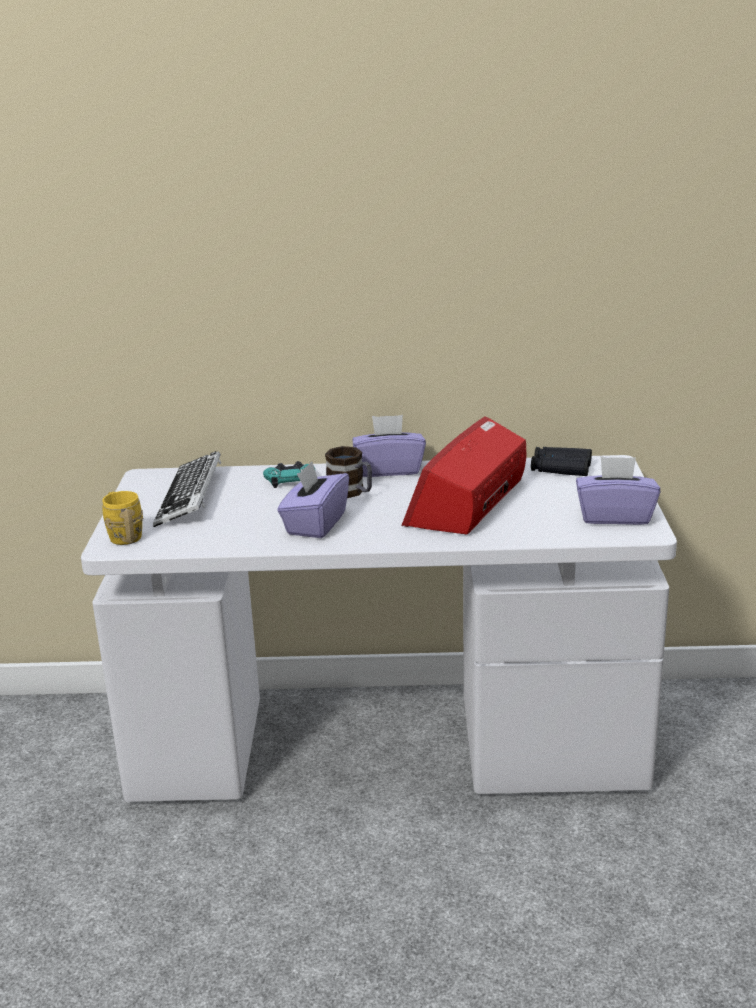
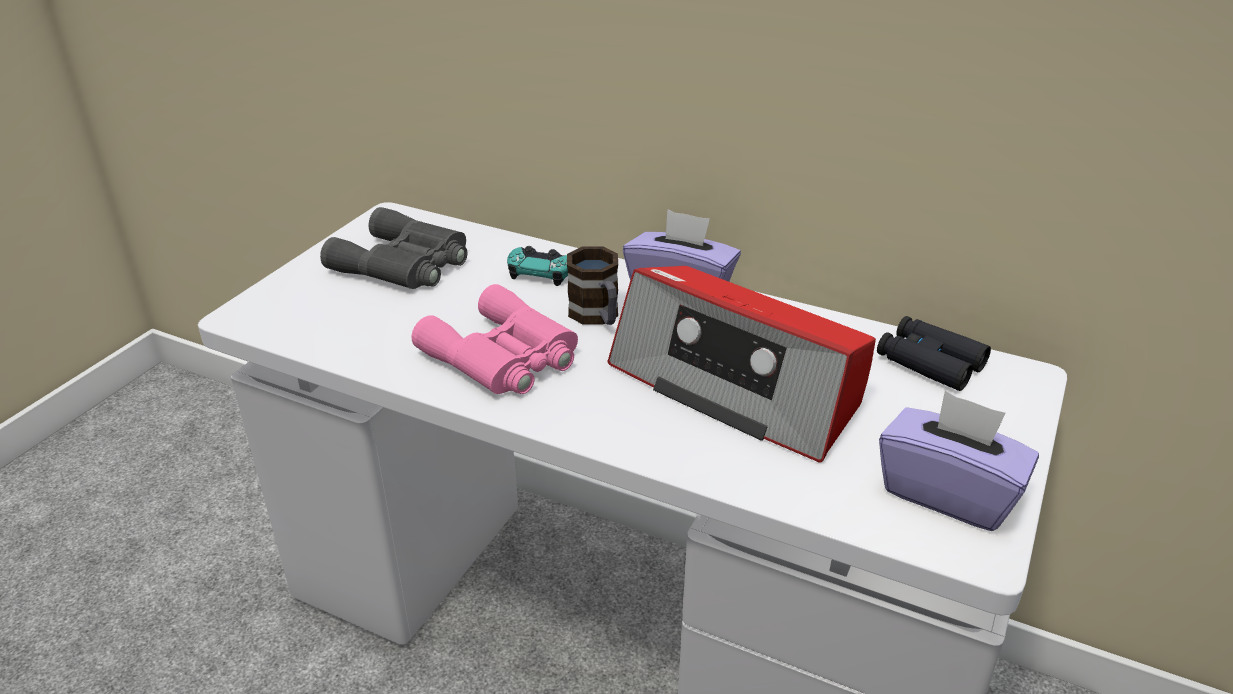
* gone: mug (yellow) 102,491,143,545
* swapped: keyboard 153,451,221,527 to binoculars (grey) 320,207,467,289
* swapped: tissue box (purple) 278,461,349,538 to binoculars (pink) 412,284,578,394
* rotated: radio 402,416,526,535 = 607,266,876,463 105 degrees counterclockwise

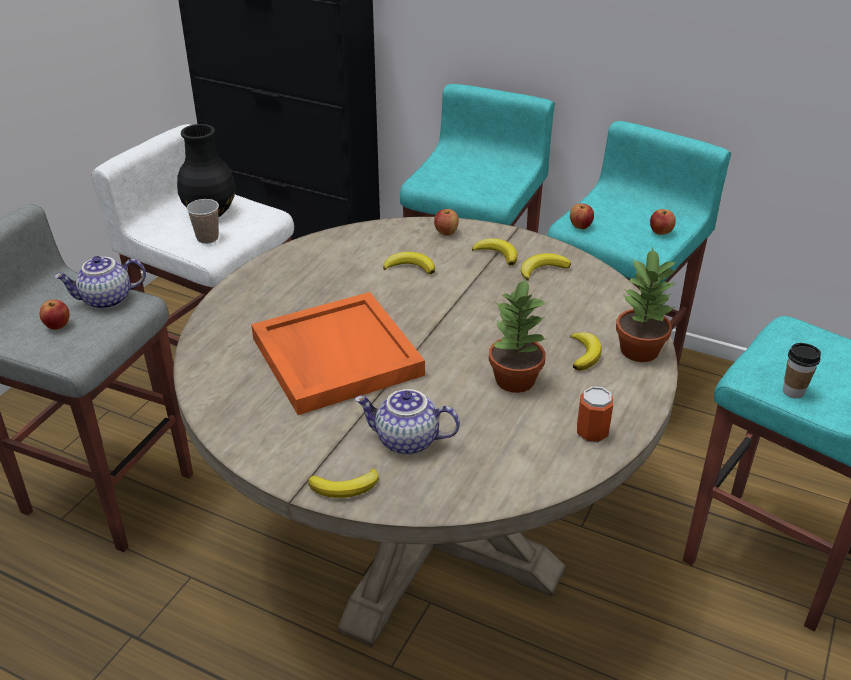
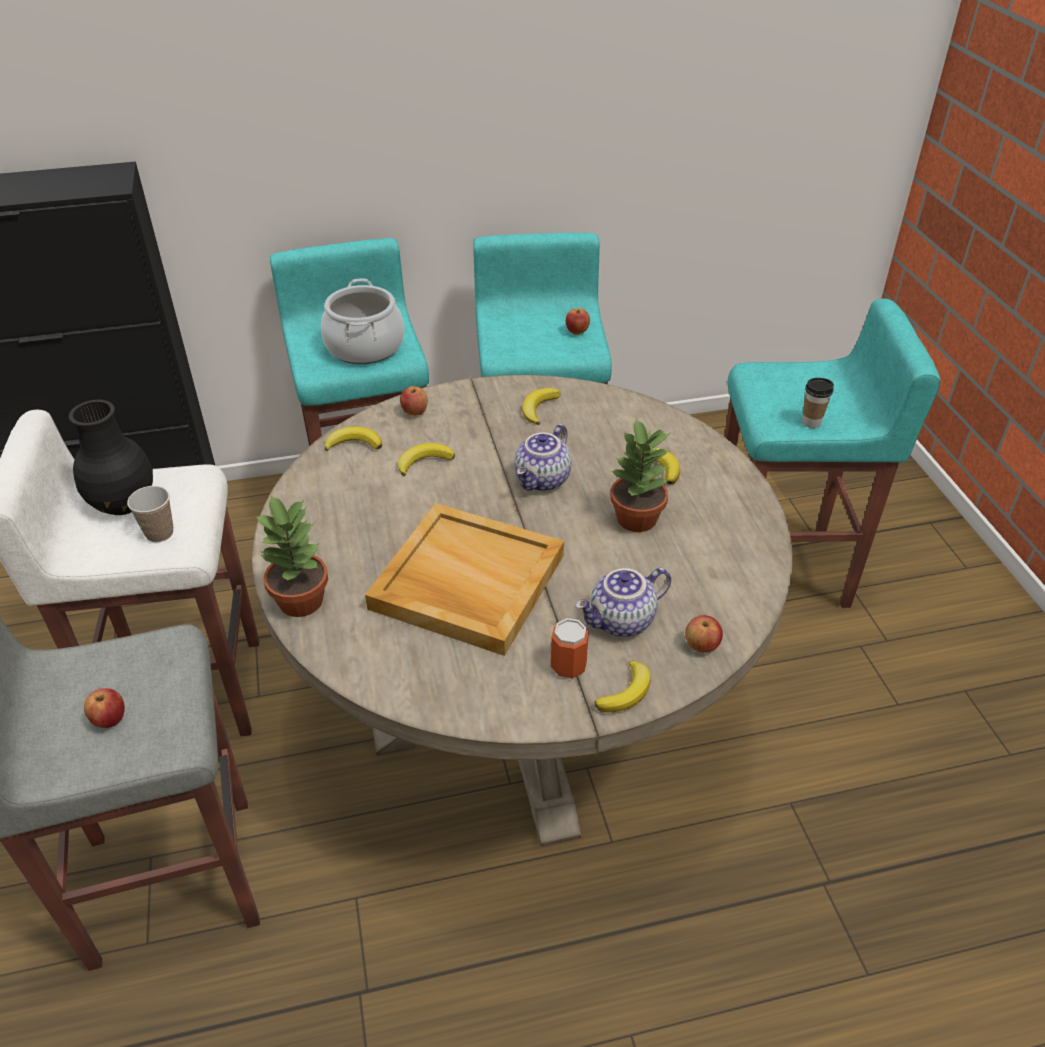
* new: cooking pot 321,278,404,364
* shifted: teapot 54,256,146,309 to 514,424,571,491
* shifted: banana 472,238,517,265 to 325,427,382,451
* shifted: apple 570,203,594,229 to 685,615,723,653
* shifted: can 577,386,613,443 to 551,618,589,679
* shifted: potted plant 616,247,677,362 to 254,494,328,617
* repainted: tray (orange) 251,292,425,415 to tray (beige) 365,503,564,656

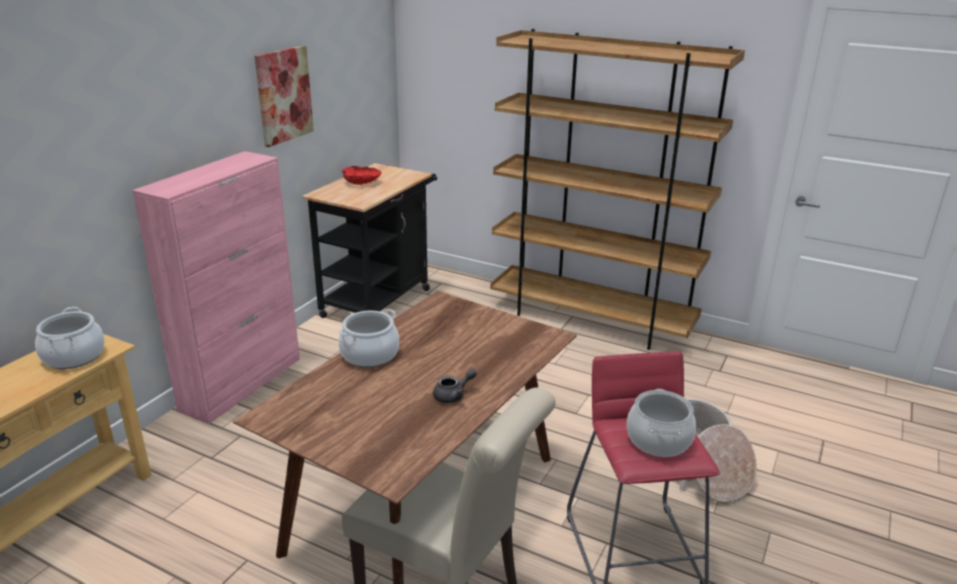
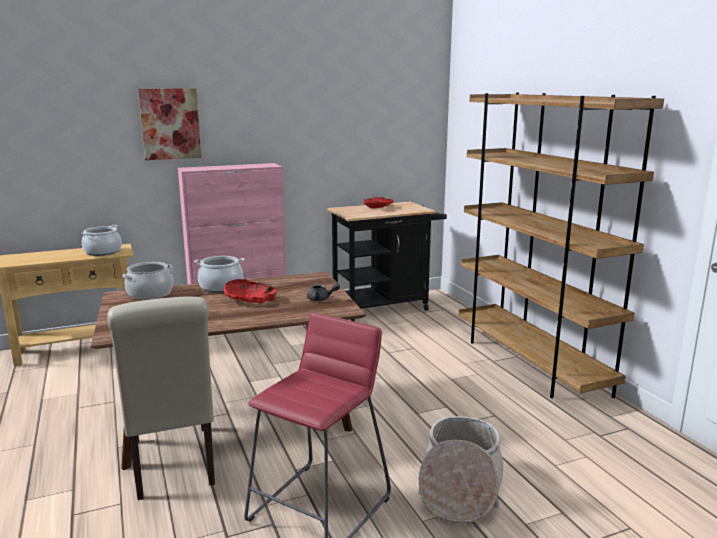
* new: bowl (red) 223,279,277,303
* shifted: picture 254,46,314,147 to 138,88,201,160
* shifted: teapot (grey) 433,368,477,403 to 307,283,340,301
* shifted: cooking pot 627,389,696,457 to 122,262,173,300

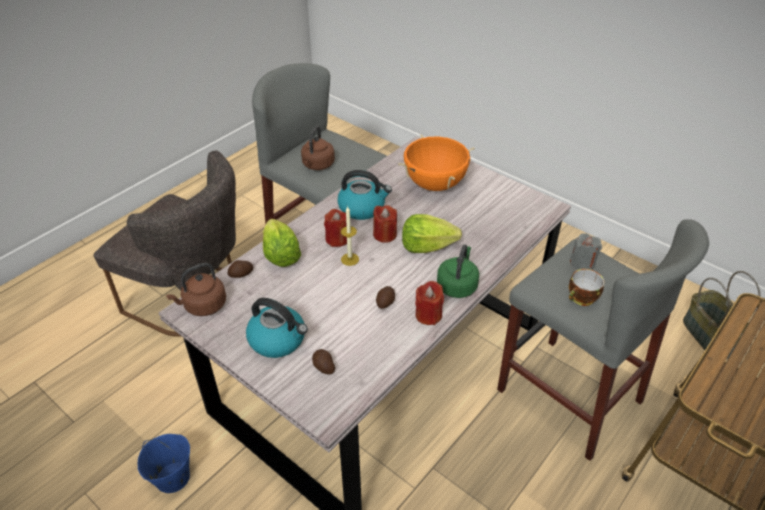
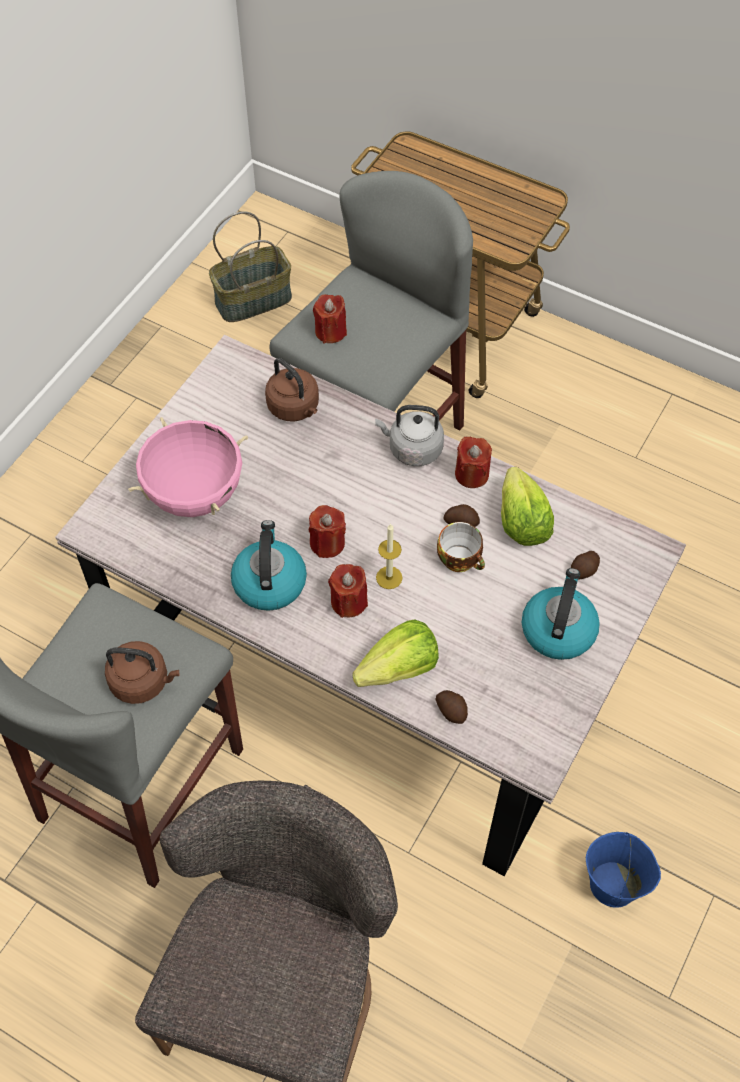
* shifted: kettle (brown) 166,263,226,316 to 265,358,319,422
* shifted: lettuce 402,214,462,253 to 501,467,554,546
* shifted: cup 569,269,604,306 to 437,522,485,572
* repainted: cooking pot (orange) 398,134,475,191 to cooking pot (pink) 128,417,248,517
* repainted: kettle (green) 437,244,479,298 to kettle (grey) 375,405,444,466
* repainted: candle (grey) 570,233,602,270 to candle (red) 313,294,347,344

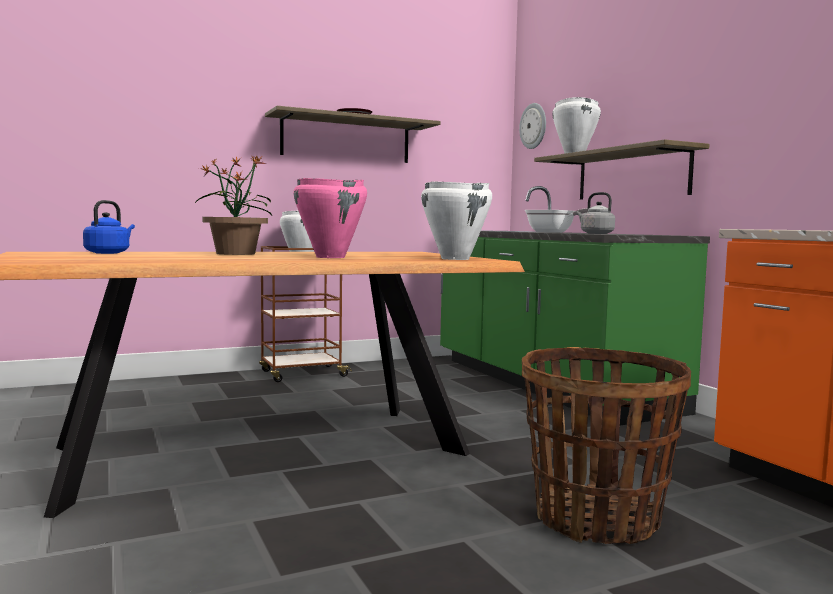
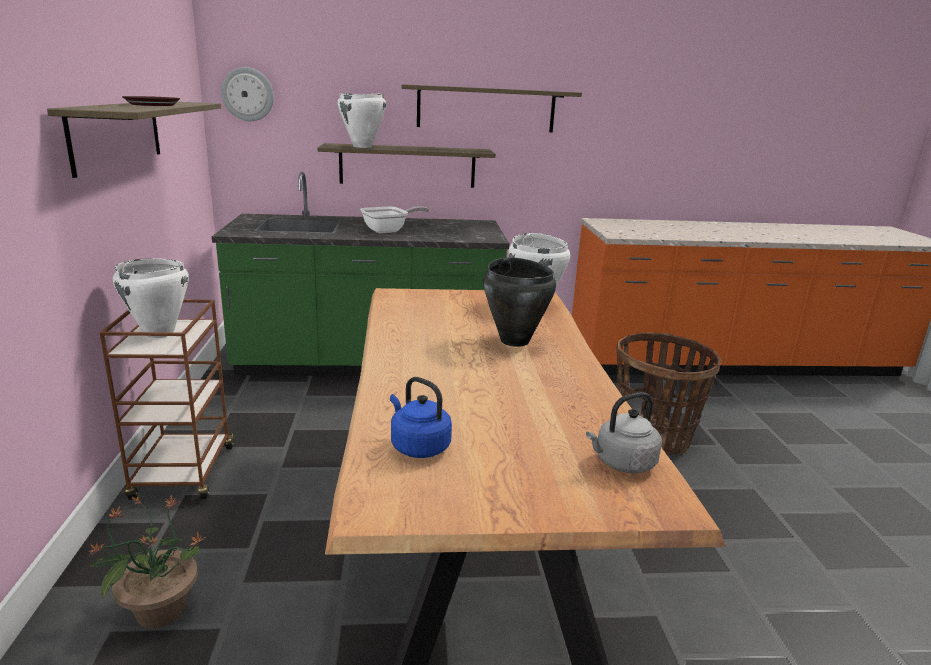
* new: shelf 402,84,582,132
* shifted: potted plant 194,155,272,255 to 87,494,208,628
* shifted: kettle (grey) 576,192,615,234 to 586,392,662,473
* repainted: cooking pot (pink) 294,178,367,258 to cooking pot (black) 483,257,556,347

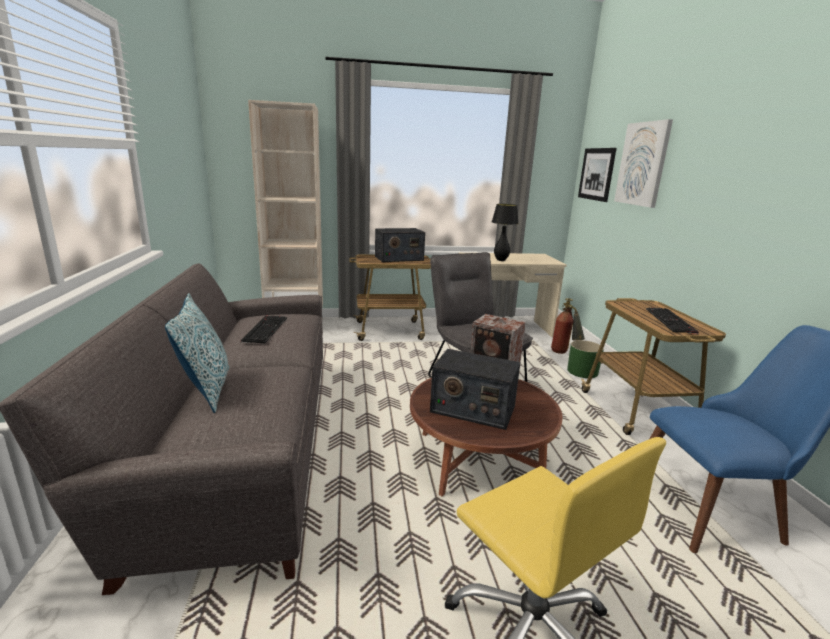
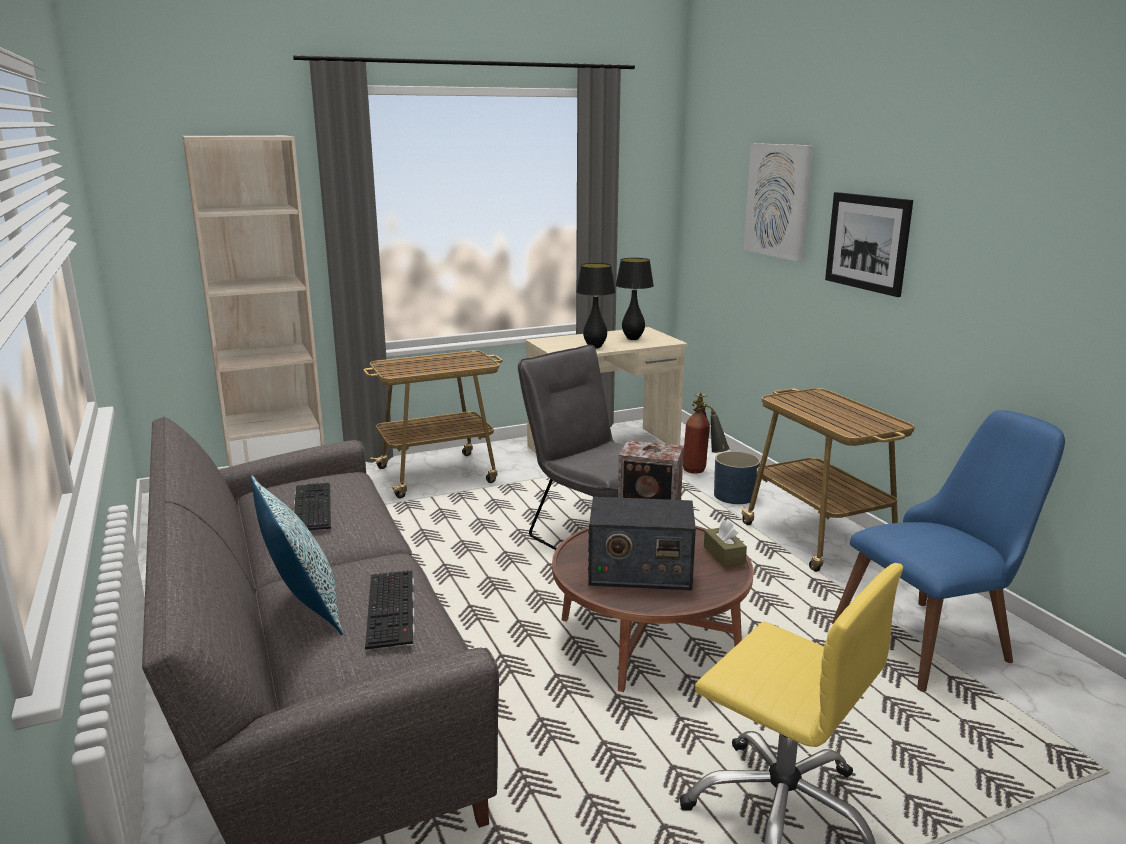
* gone: radio 375,228,425,262
* new: table lamp (black) 615,258,654,340
* new: tissue box (brown) 704,520,747,567
* shifted: picture 578,148,617,202 to 825,192,913,297
* shifted: keyboard 646,308,699,334 to 365,571,415,649
* repainted: planter (green) 567,340,604,378 to planter (blue) 714,451,760,504

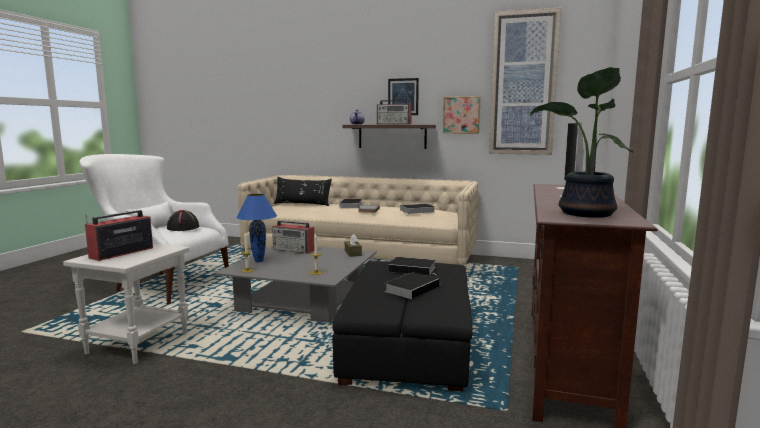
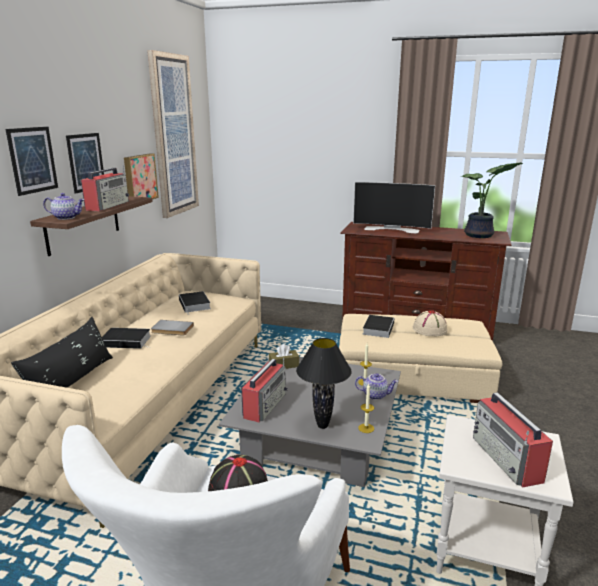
* new: picture 5,127,58,196
* new: teapot 355,373,398,400
* swapped: book 385,272,440,299 to hat (beige) 413,310,447,337
* repainted: table lamp (blue) 236,194,277,262 to table lamp (black) 296,338,352,429
* repainted: ottoman (black) 332,261,473,391 to ottoman (beige) 339,314,503,403
* rotated: radio 85,210,153,261 = 473,392,553,488 45 degrees clockwise

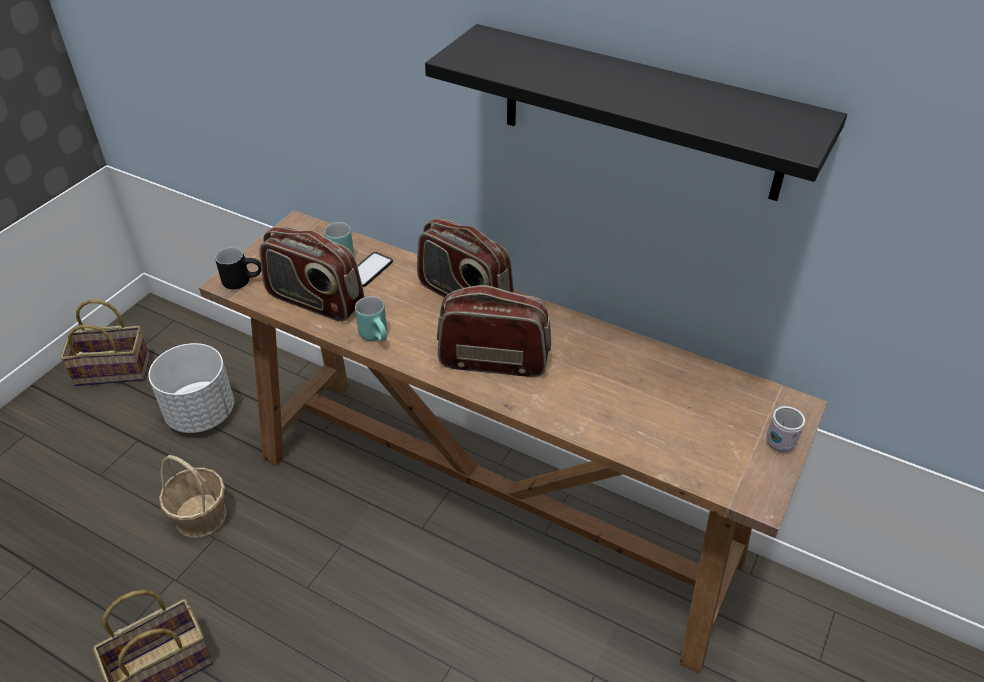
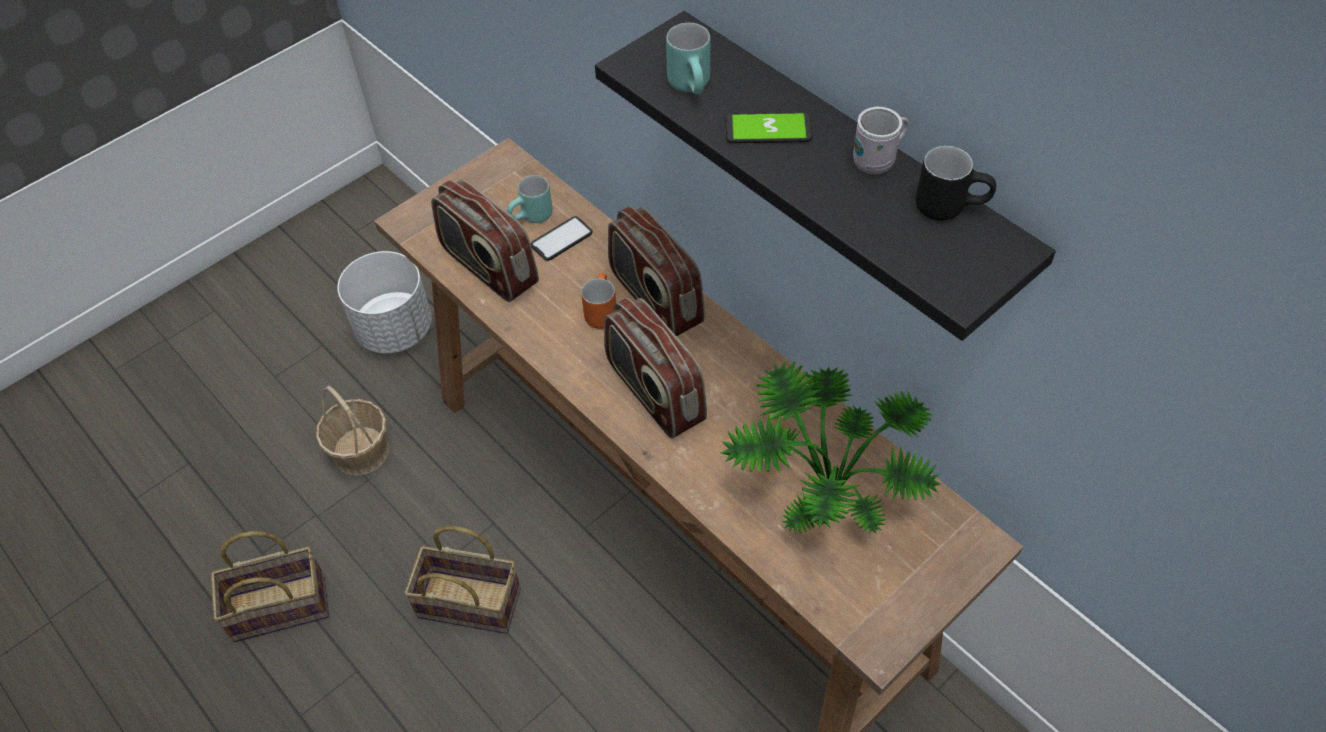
* new: mug (orange) 581,273,616,329
* new: potted plant 720,361,942,535
* new: phone 725,112,812,143
* shifted: basket 60,300,150,386 to 404,526,521,634
* shifted: mug (black) 215,247,261,290 to 916,146,996,221
* shifted: mug (turquoise) 355,296,387,341 to 666,23,710,94
* shifted: mug (white) 766,406,805,453 to 853,107,909,174
* rotated: radio 437,285,551,377 = 604,298,707,439 150 degrees counterclockwise

